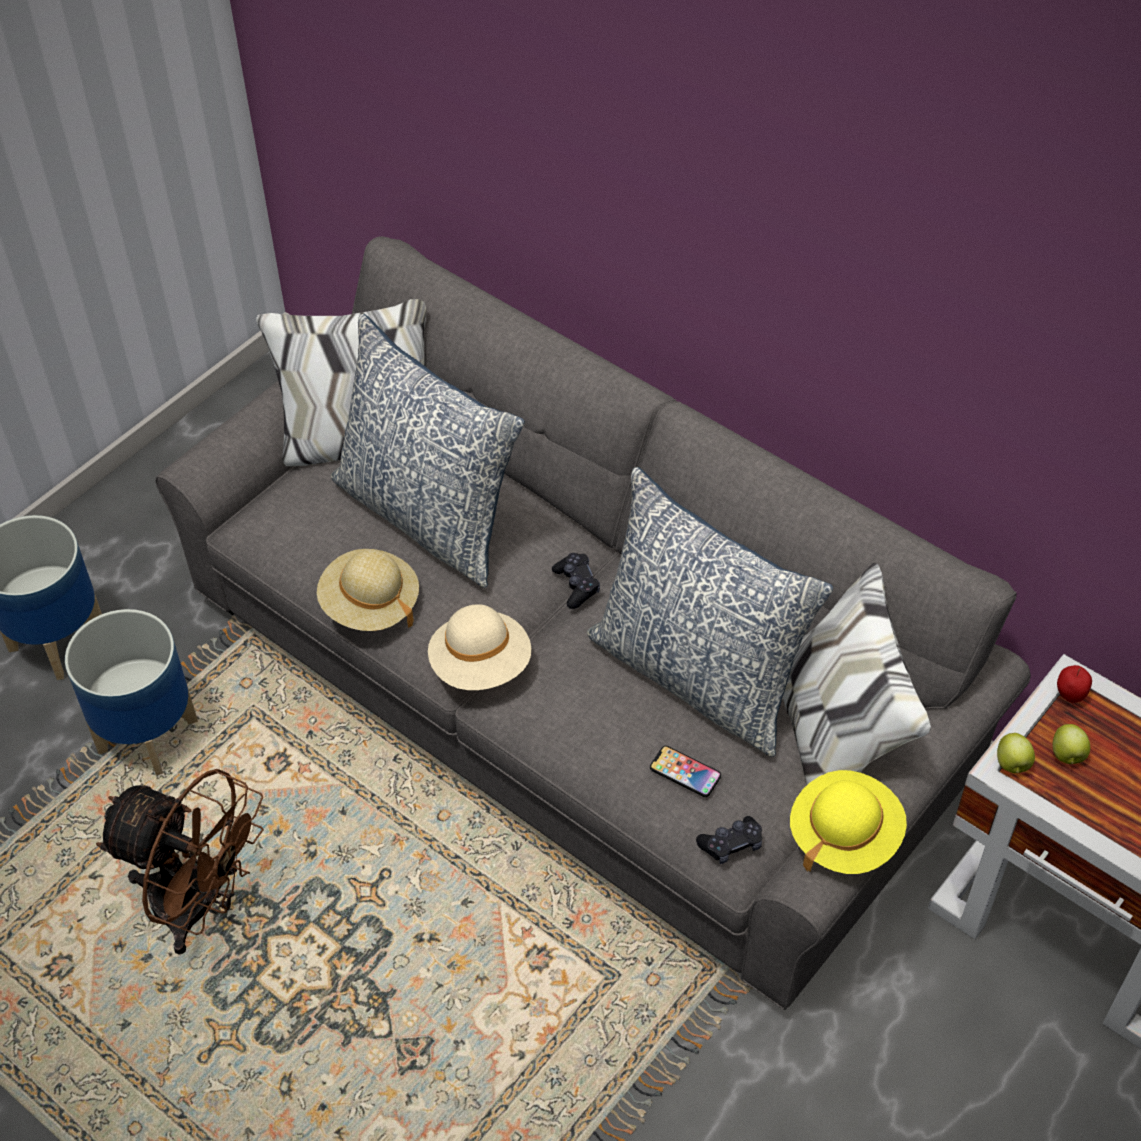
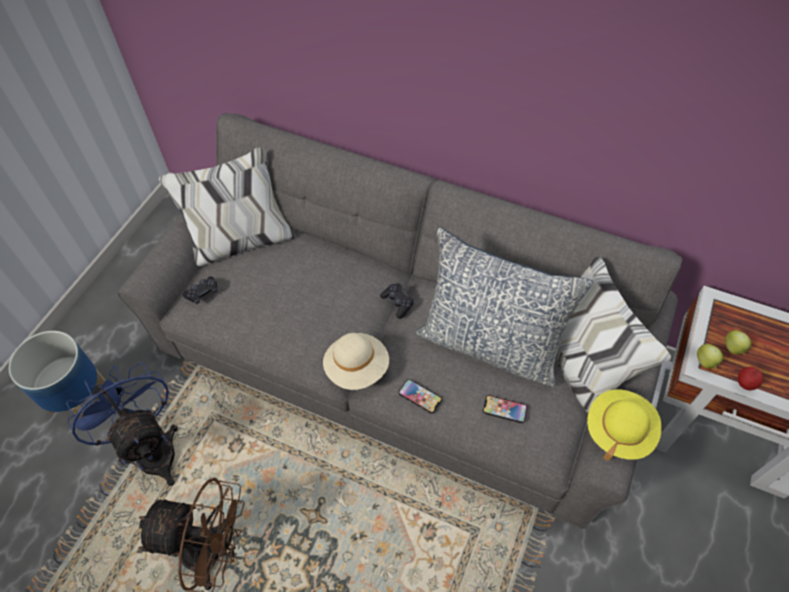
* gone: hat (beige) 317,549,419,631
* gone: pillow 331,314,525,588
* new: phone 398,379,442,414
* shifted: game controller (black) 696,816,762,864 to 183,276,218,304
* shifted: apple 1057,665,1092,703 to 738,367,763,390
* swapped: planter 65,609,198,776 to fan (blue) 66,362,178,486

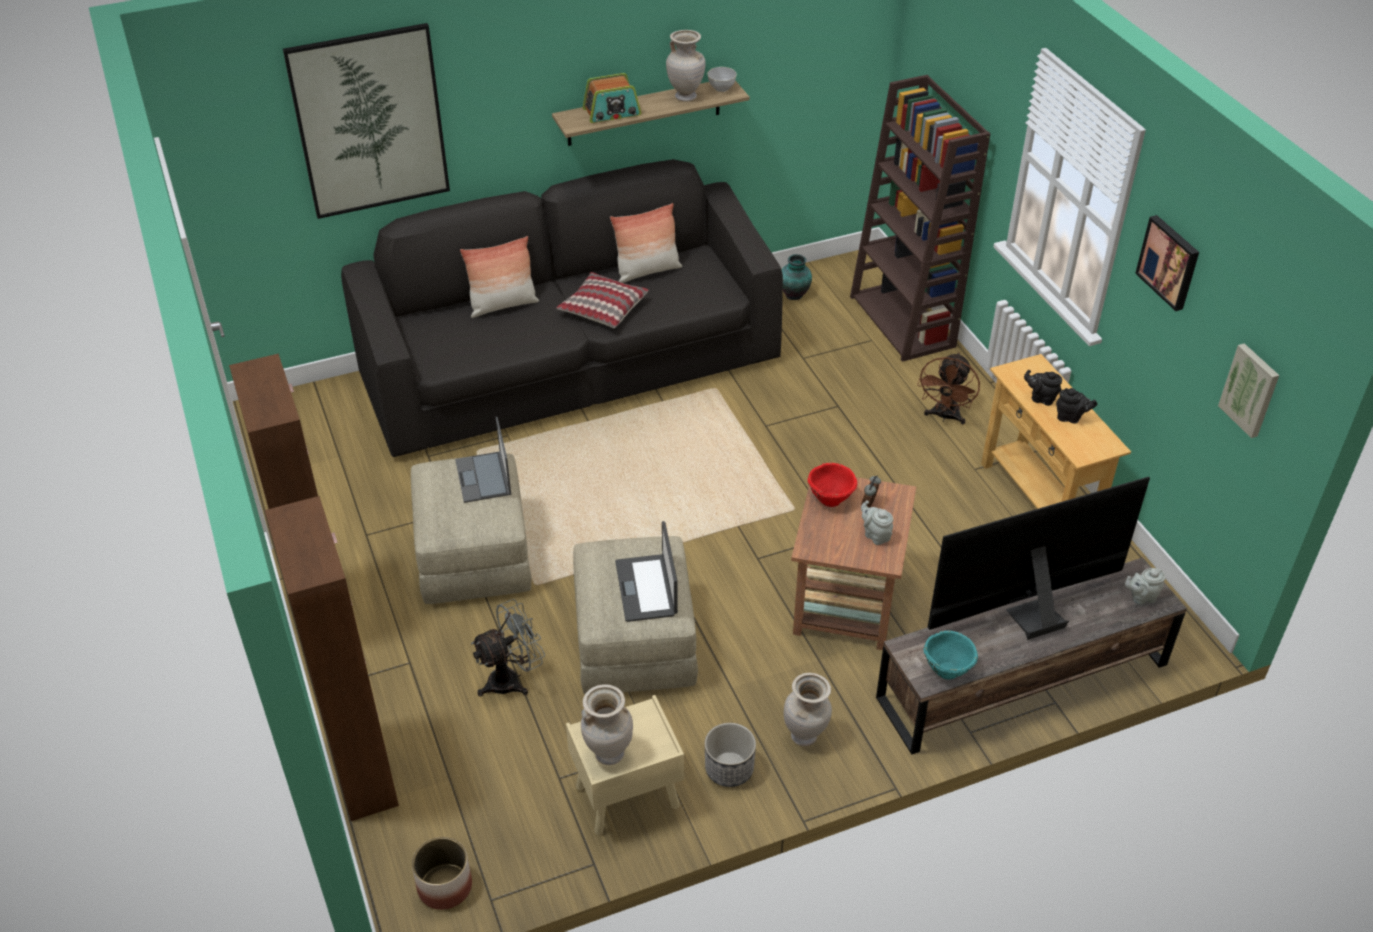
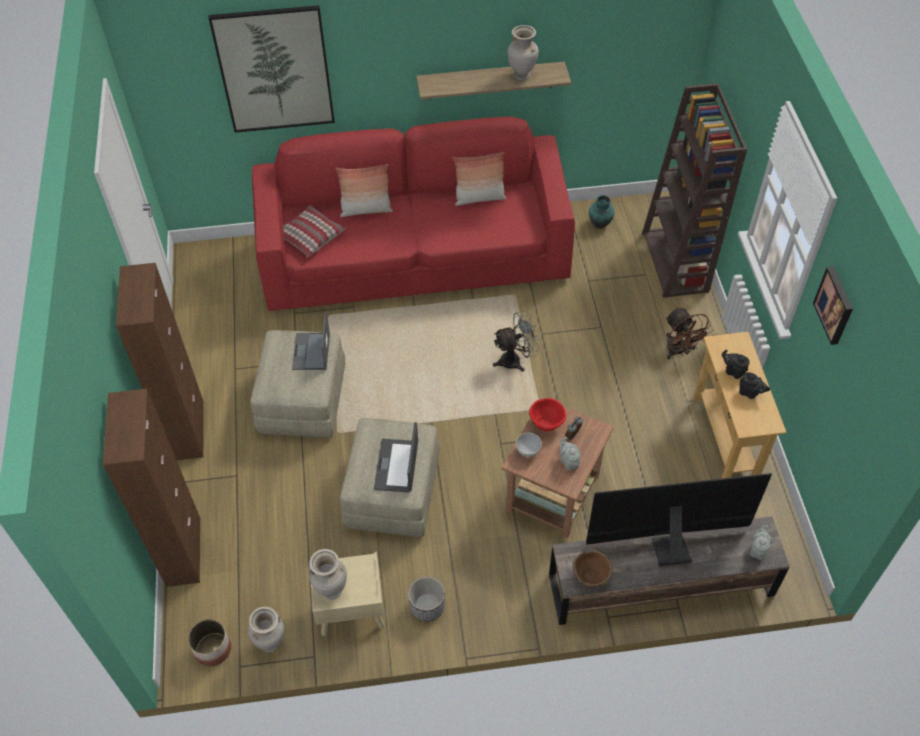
* gone: radio 583,73,641,123
* gone: picture 1218,343,1279,438
* shifted: fan (grey) 471,599,545,697 to 493,310,539,372
* shifted: pillow 557,272,649,328 to 283,204,346,258
* shifted: bowl (grey) 707,67,737,92 to 516,433,542,457
* shifted: vase (beige) 784,673,832,746 to 248,607,285,652
* repainted: sofa (black) 341,159,783,457 to sofa (red) 252,117,575,311
* repainted: bowl (turquoise) 924,630,978,680 to bowl (brown) 573,550,612,587
* rotated: fan (brown) 917,353,980,424 = 666,307,714,360 60 degrees counterclockwise
* rotated: teapot (grey) 1125,568,1166,605 = 750,525,773,560 105 degrees clockwise

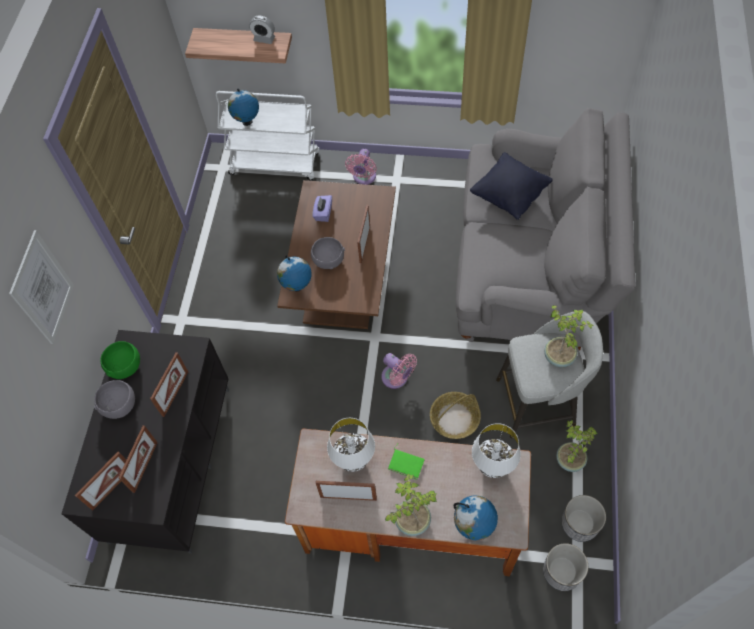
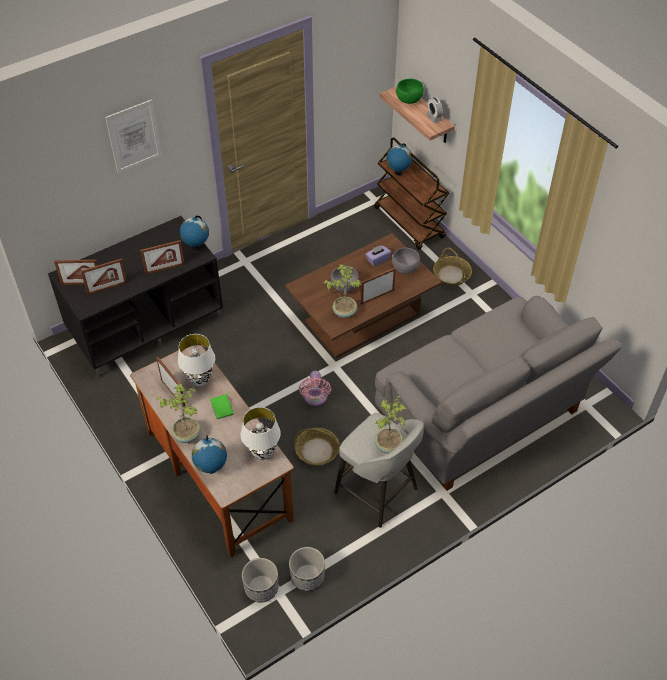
* gone: pillow (black) 470,152,553,220
* shifted: bowl (grey) 94,380,135,419 to 392,248,420,274
* shifted: bowl (green) 100,341,140,379 to 396,79,424,104
* shifted: globe 277,256,312,291 to 180,216,209,250
* shifted: potted plant 556,420,597,472 to 323,264,362,318
* swapped: fan (pink) 345,149,377,185 to basket 433,248,472,286
* repainted: cart (white) 216,91,319,180 to cart (brown) 374,137,449,250

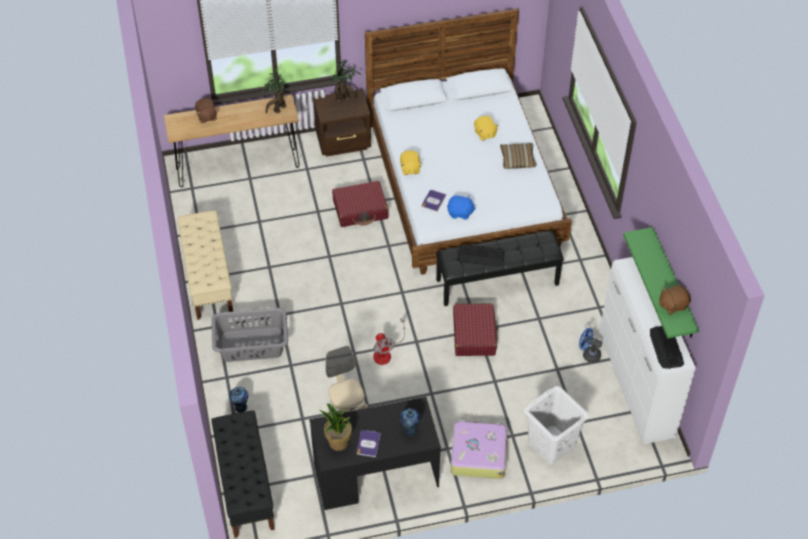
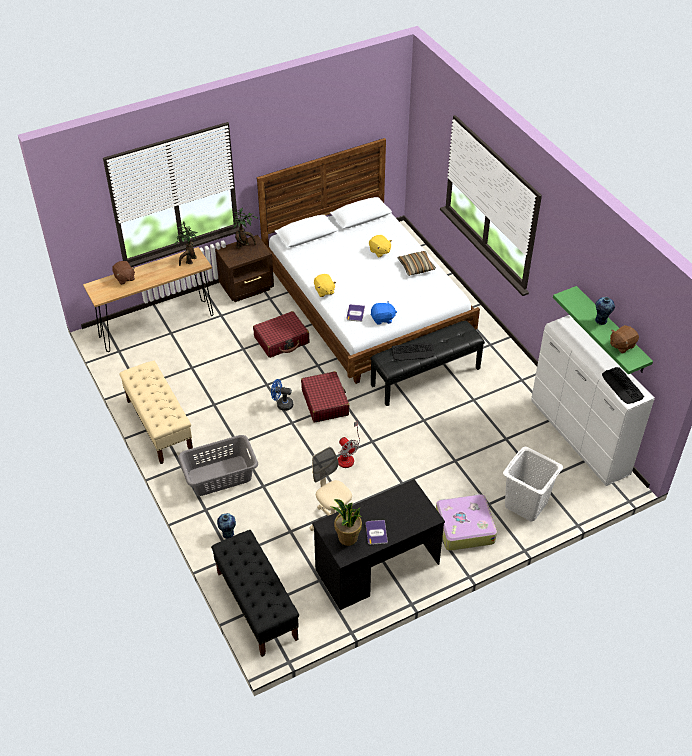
* shifted: vase 400,408,421,436 to 595,297,615,325
* shifted: suitcase (red) 453,303,498,356 to 301,371,350,423
* shifted: fan (blue) 579,328,602,363 to 271,379,293,411

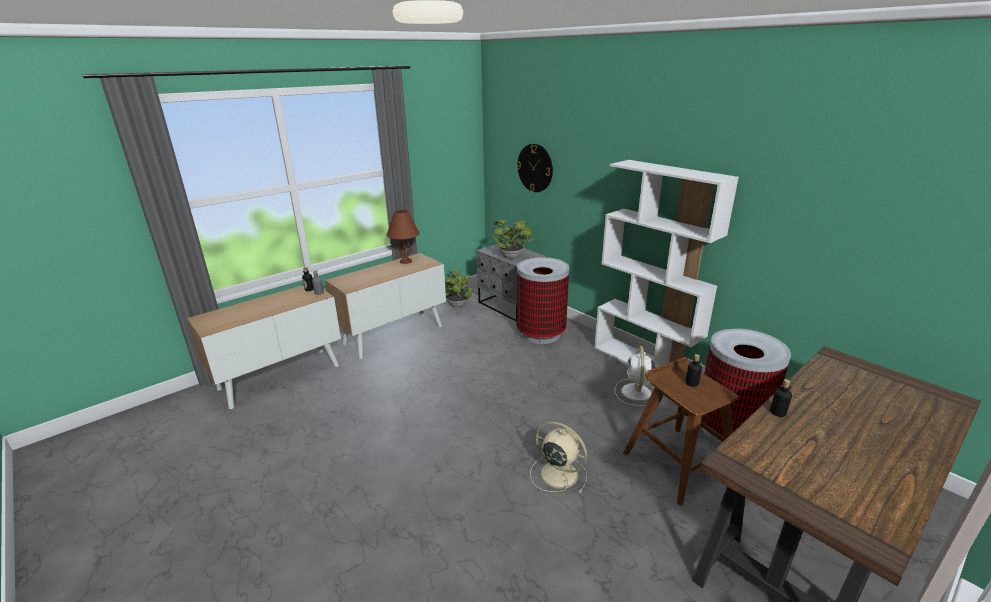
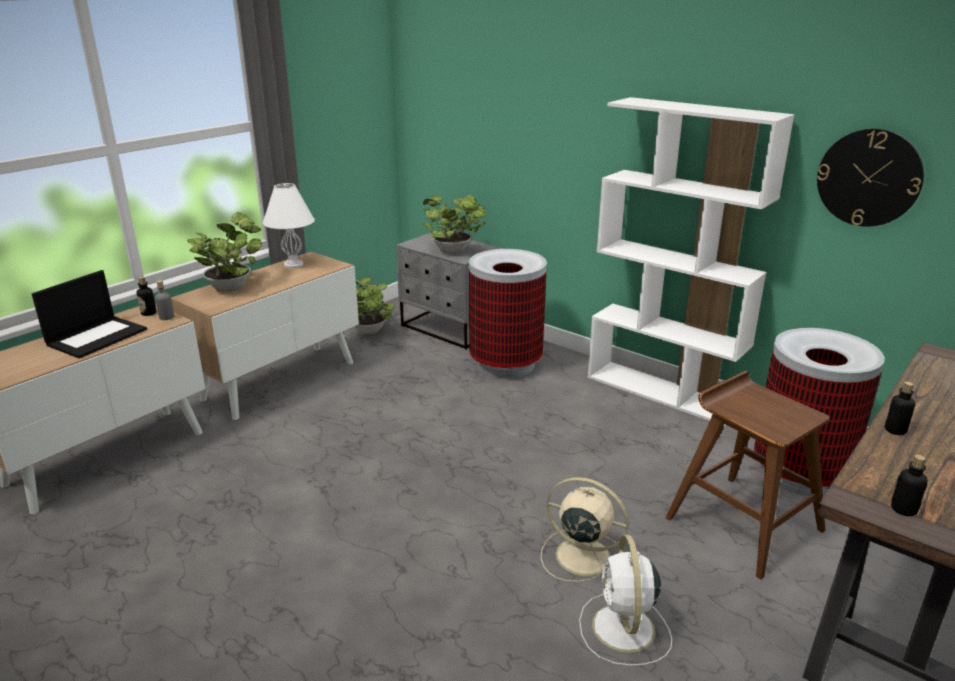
* new: laptop 32,270,147,358
* new: potted plant 187,212,262,292
* shifted: wall clock 517,144,553,192 to 817,128,924,227
* shifted: fan (white) 615,346,655,406 to 579,535,672,666
* shifted: bottle 685,354,702,387 to 891,455,928,516
* repainted: table lamp (brown) 387,210,420,264 to table lamp (white) 263,183,315,268

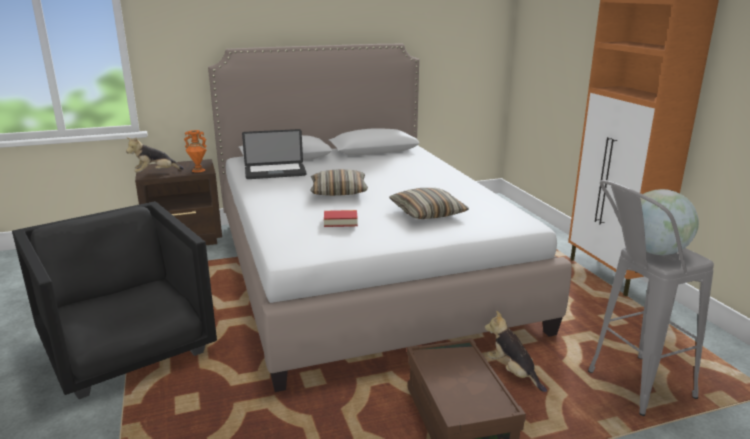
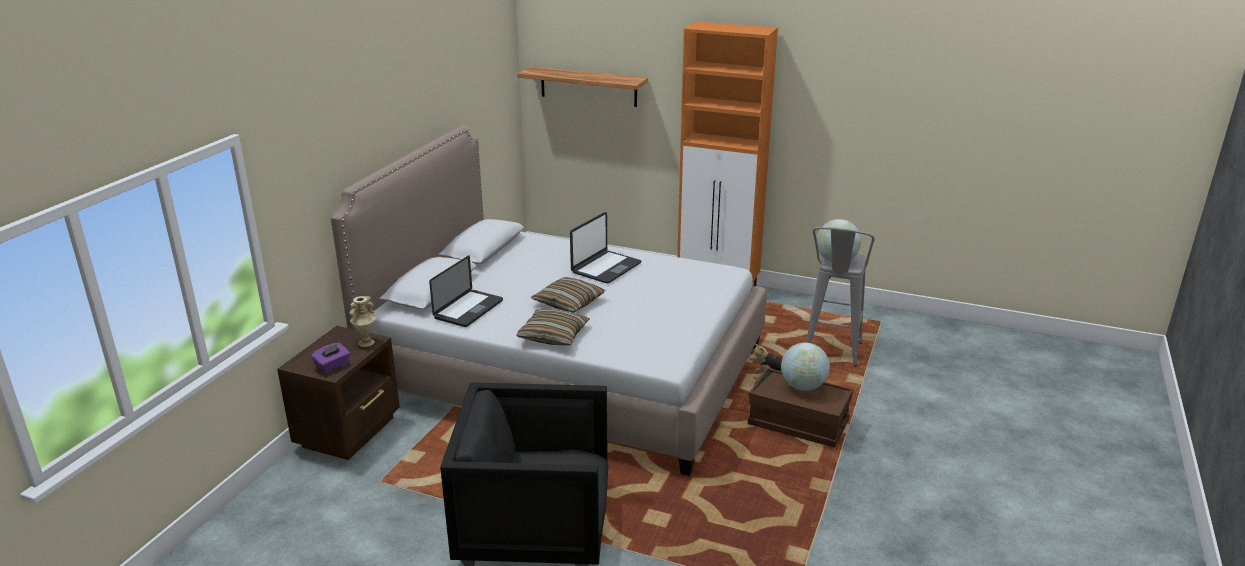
* gone: book 324,210,358,227
* new: shelf 517,67,648,107
* new: laptop 570,212,641,283
* new: globe 781,343,830,391
* shifted: pillow 389,188,469,219 to 516,309,589,345
* swapped: plush toy 126,137,184,173 to tissue box (purple) 311,343,350,374
* repainted: vase (orange) 184,130,207,172 to vase (beige) 349,296,376,347

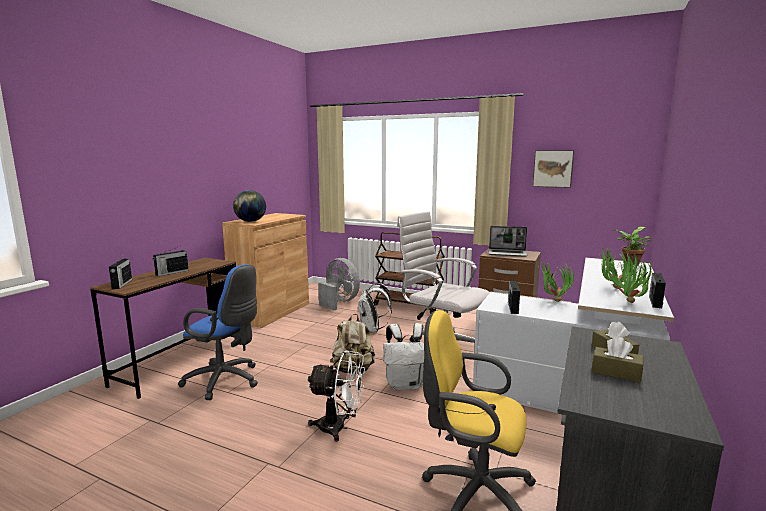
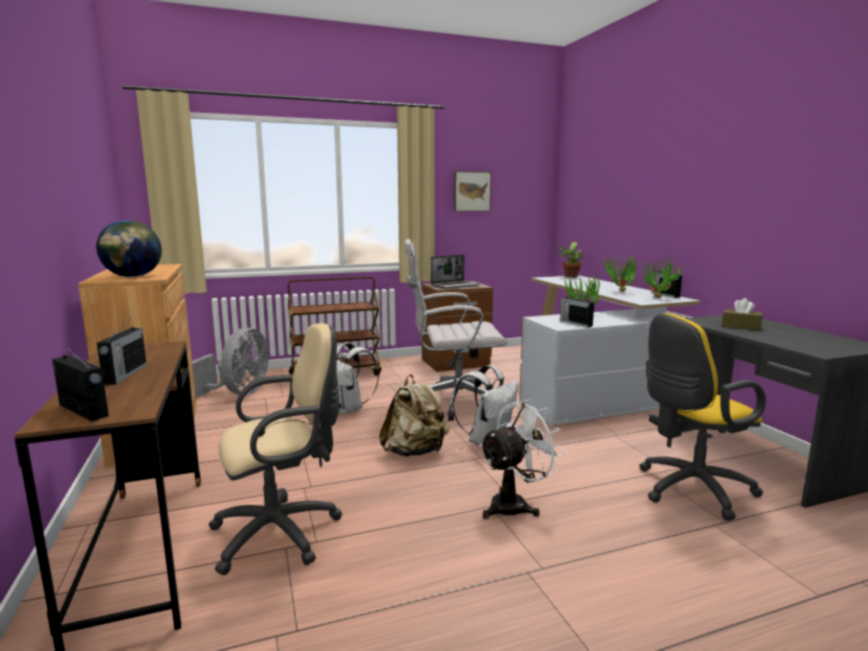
* gone: tissue box (brown) 592,337,643,383
* repainted: office chair (blue) 178,264,258,400 to office chair (beige) 208,323,342,575
* rotated: fan (grey) 318,258,360,311 = 192,328,269,398 105 degrees clockwise

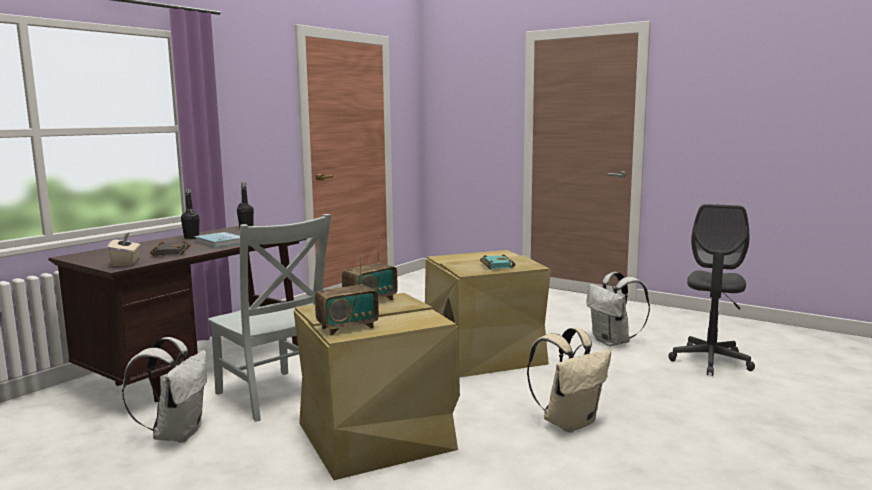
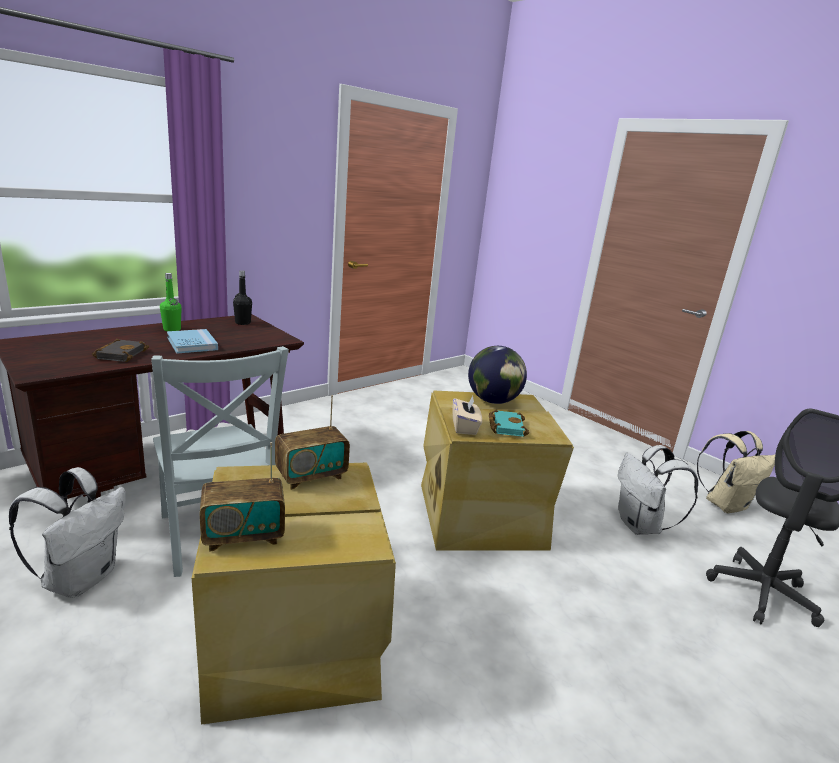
* new: globe 468,346,527,404
* shifted: tissue box (beige) 107,232,140,266 to 452,396,482,435
* shifted: backpack (beige) 527,327,611,432 to 697,431,775,514
* repainted: bottle (black) 181,188,199,239 to bottle (green) 160,273,182,331

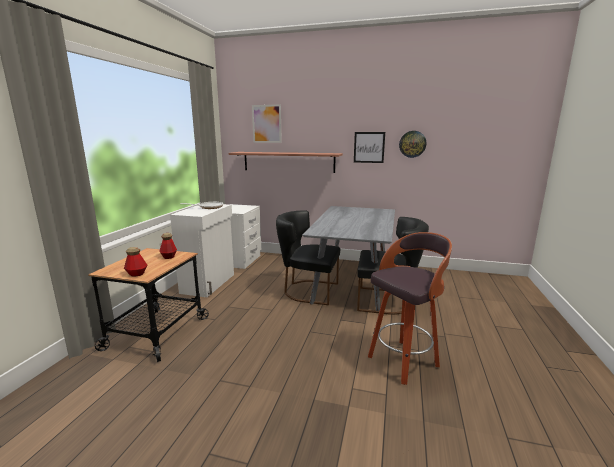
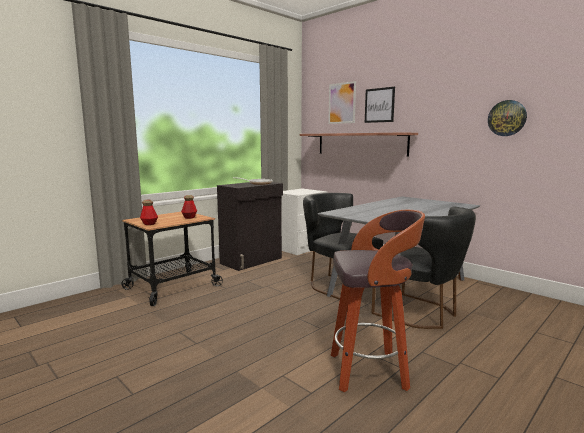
* shifted: picture 354,132,385,163 to 365,87,395,123
* repainted: cabinet (white) 170,204,234,297 to cabinet (black) 217,182,283,271

